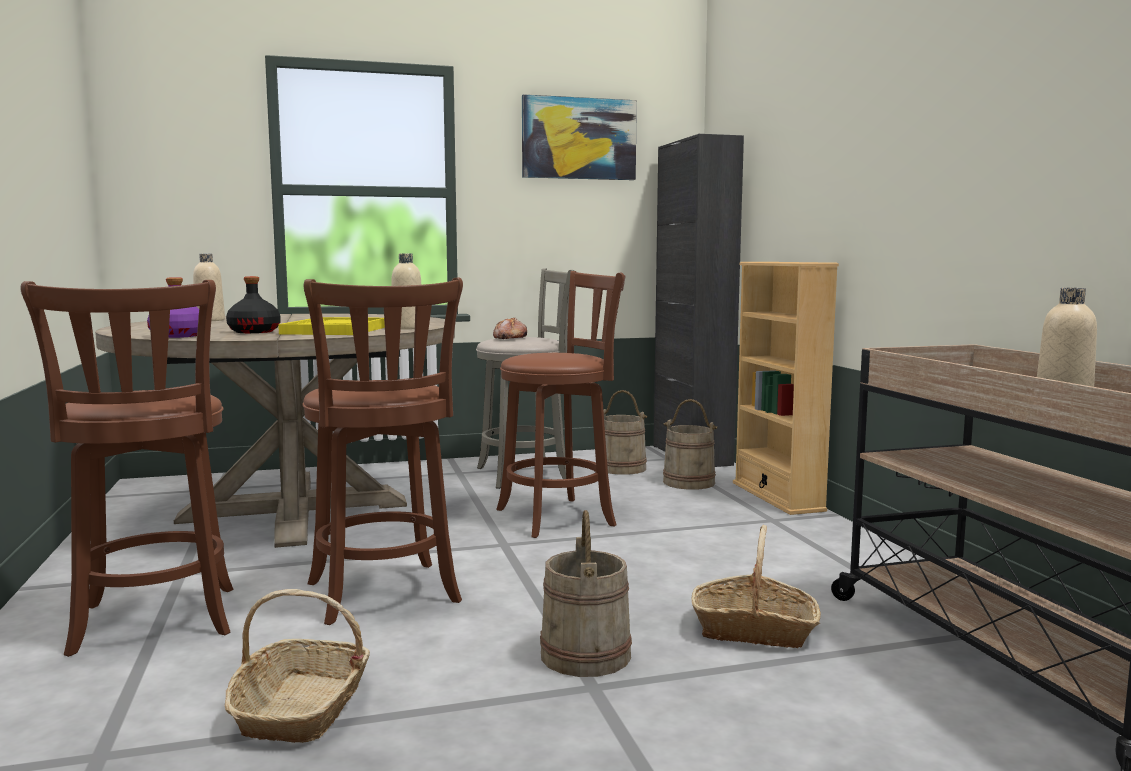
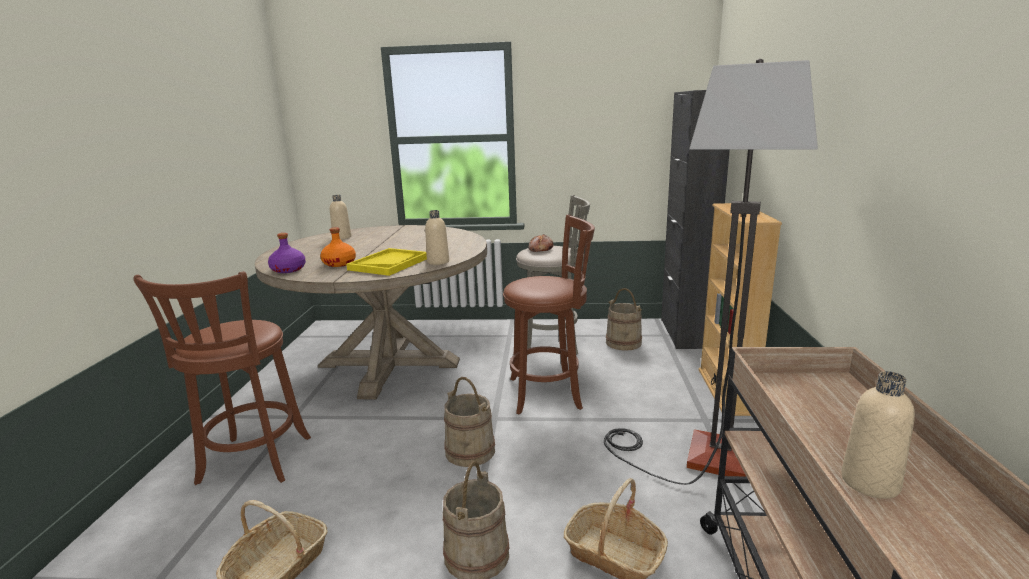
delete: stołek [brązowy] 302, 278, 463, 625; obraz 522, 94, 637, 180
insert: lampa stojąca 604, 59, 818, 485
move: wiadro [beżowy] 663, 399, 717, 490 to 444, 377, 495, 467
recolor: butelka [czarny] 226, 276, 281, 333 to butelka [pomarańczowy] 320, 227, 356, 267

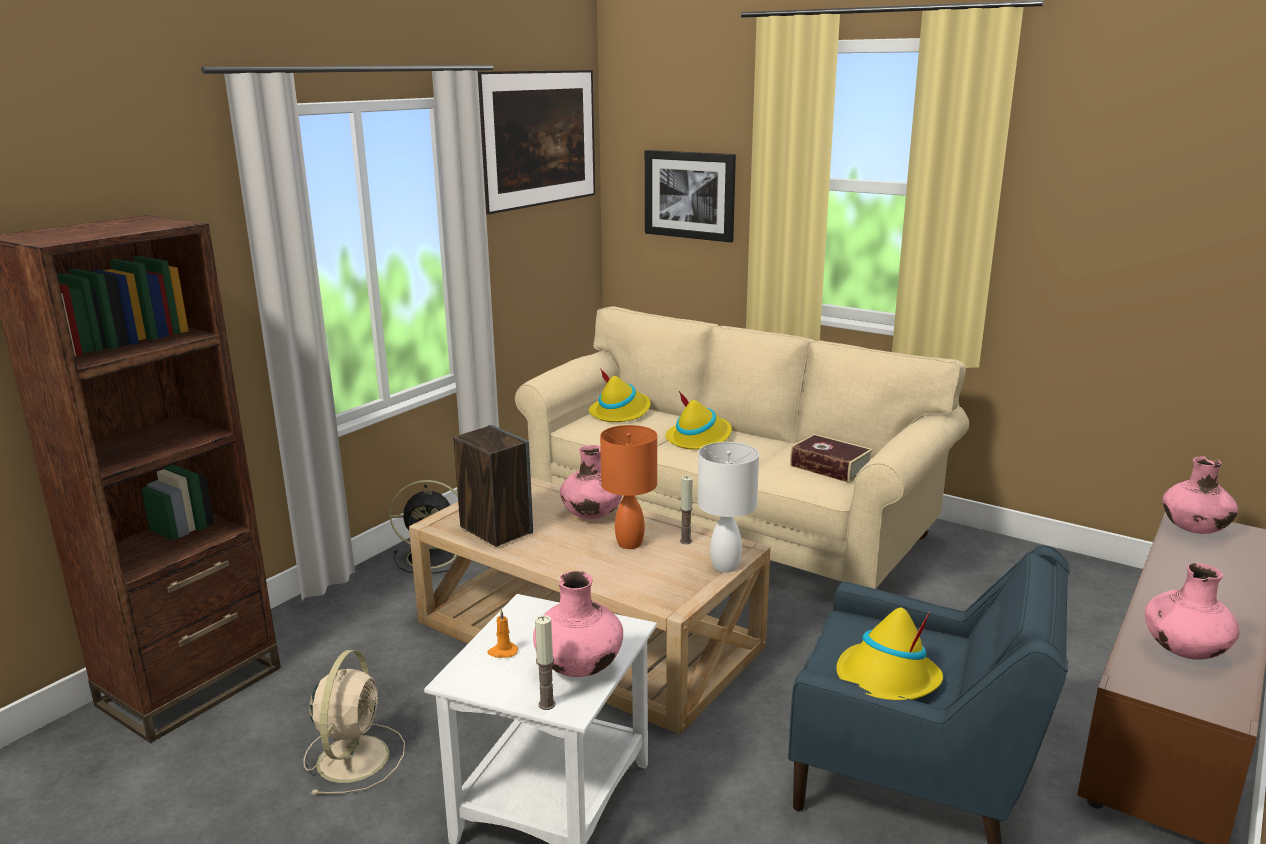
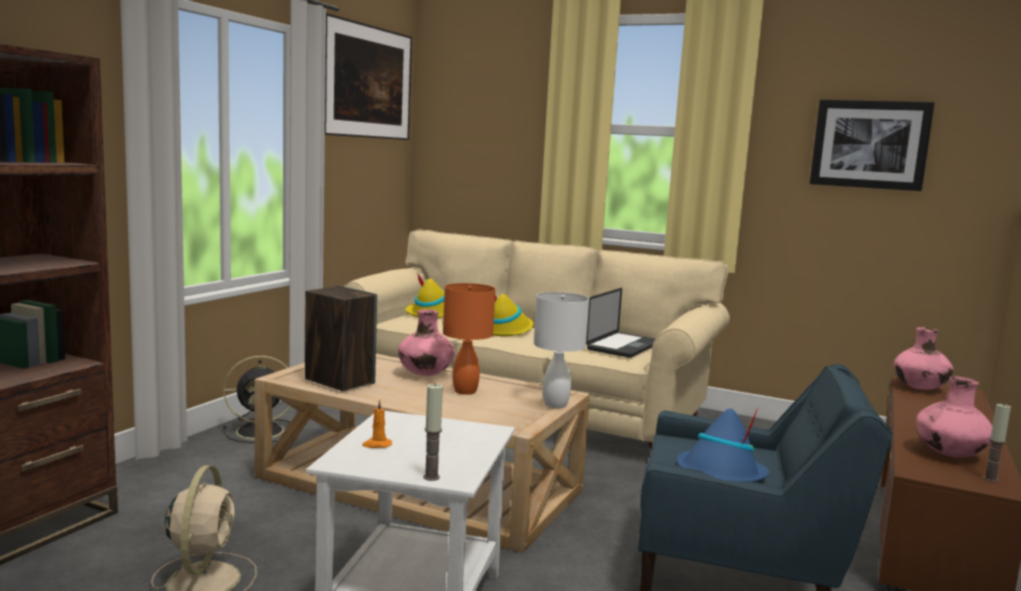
delete: wazon [różowy] 533, 571, 623, 677
move: obraz 645, 150, 736, 243 to 810, 100, 935, 191; świeca 680, 476, 693, 544 to 983, 403, 1011, 482
replace: książka 790, 434, 873, 483 to laptop 586, 288, 655, 358
recolor: kapelusz [żółty] 836, 607, 943, 700 to kapelusz [niebieski] 677, 407, 769, 482

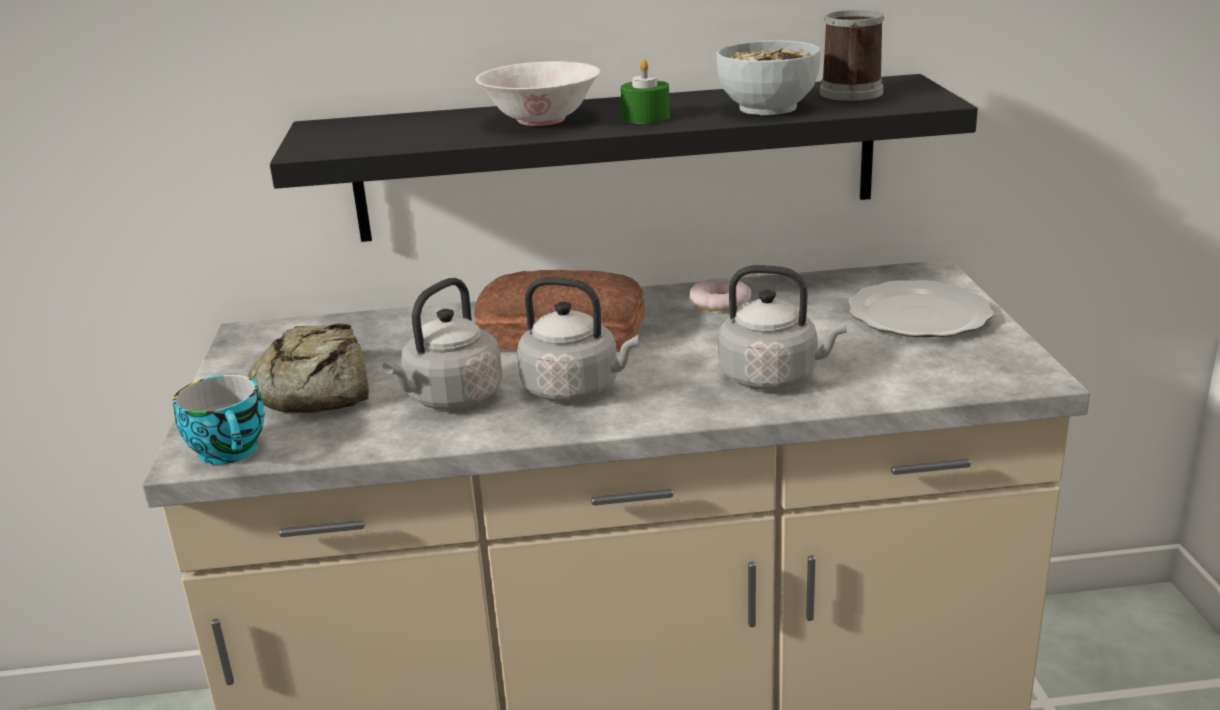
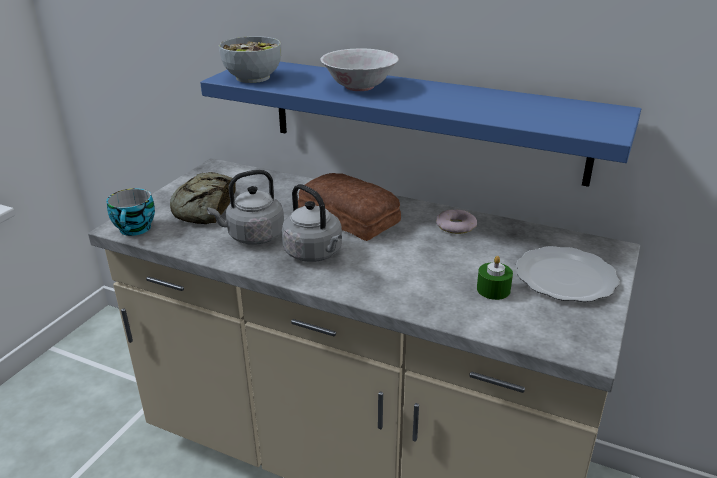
delete: czajnik [szary] 718, 265, 847, 390; kubek 820, 10, 884, 101
move: świeca [zielony] 621, 59, 670, 123 to 477, 256, 513, 300; miska 716, 40, 821, 115 to 219, 36, 281, 83
recolor: półka [czarny] 270, 74, 978, 242 to półka [niebieski] 200, 62, 641, 187

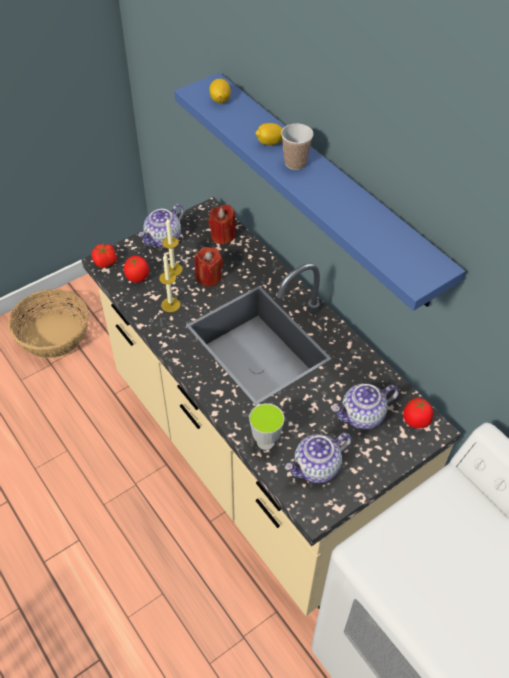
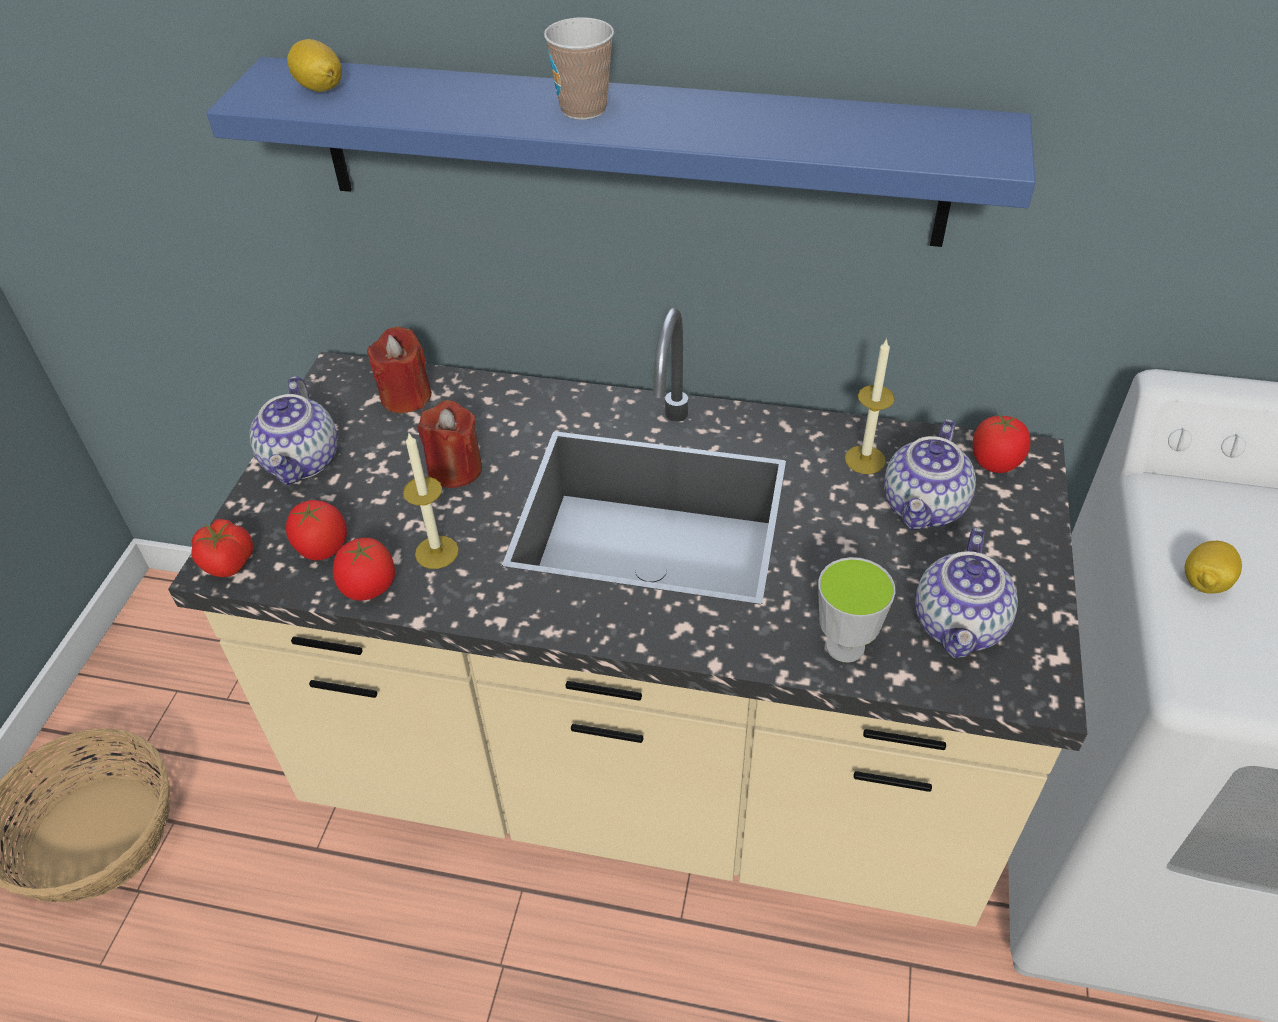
insert: pomidor 333, 538, 395, 601
move: świeca 162, 218, 183, 276 to 845, 338, 895, 474; cytryna 256, 123, 283, 145 to 1185, 541, 1242, 594

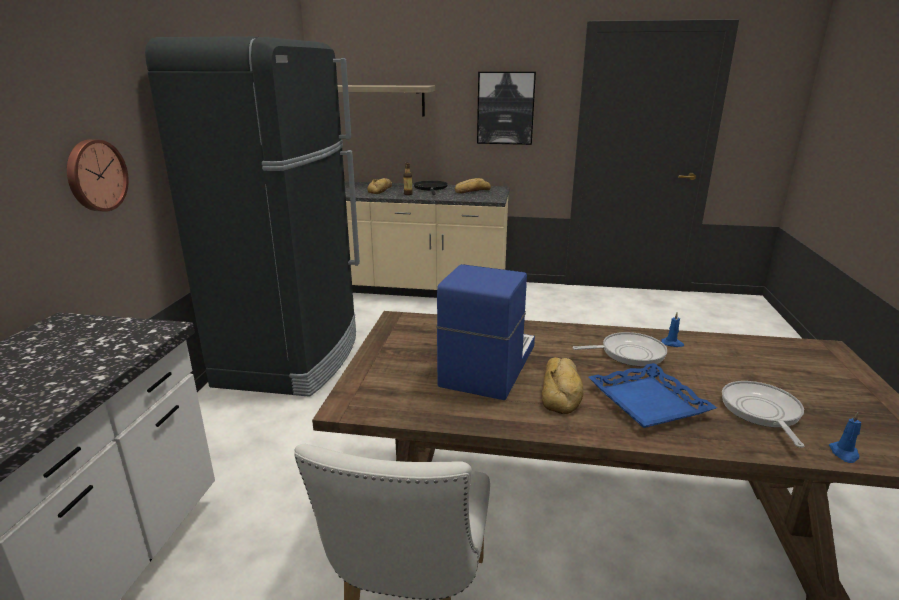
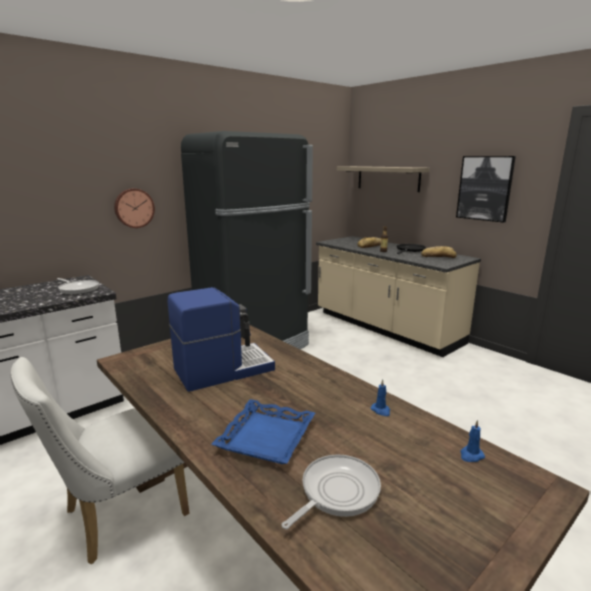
delete: chleb 542, 357, 583, 414
move: patelnia 573, 332, 667, 366 to 57, 278, 99, 295; świeca [niebieski] 829, 412, 861, 463 to 460, 420, 485, 462

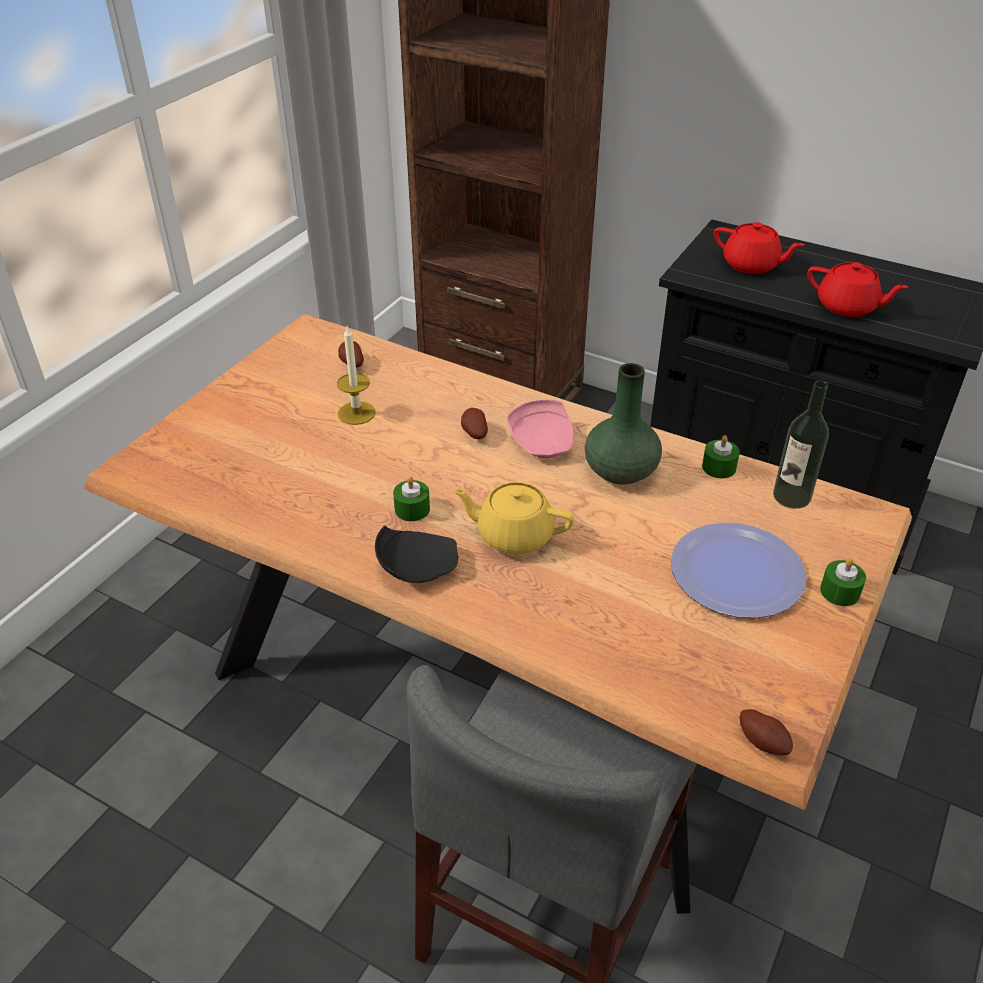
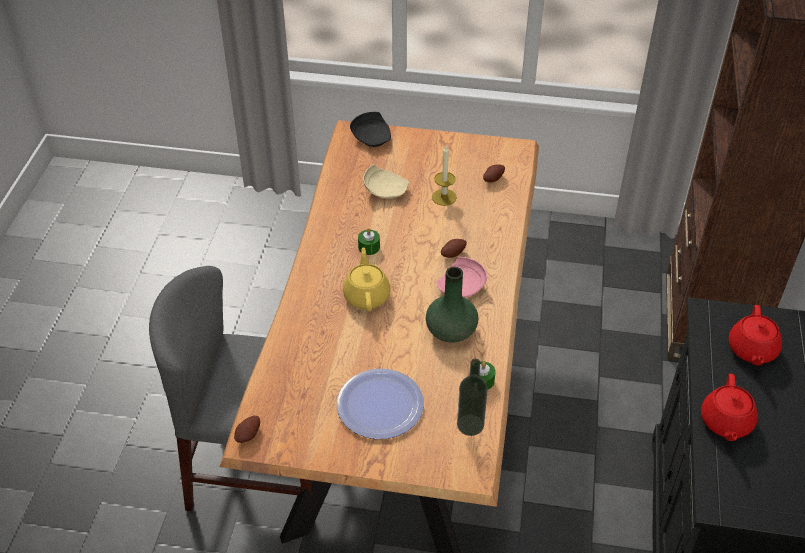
delete: świeca [zielony] 820, 558, 866, 606
insert: talerz [beżowy] 363, 164, 409, 199
move: talerz [czarny] 375, 526, 458, 583 to 350, 112, 391, 147

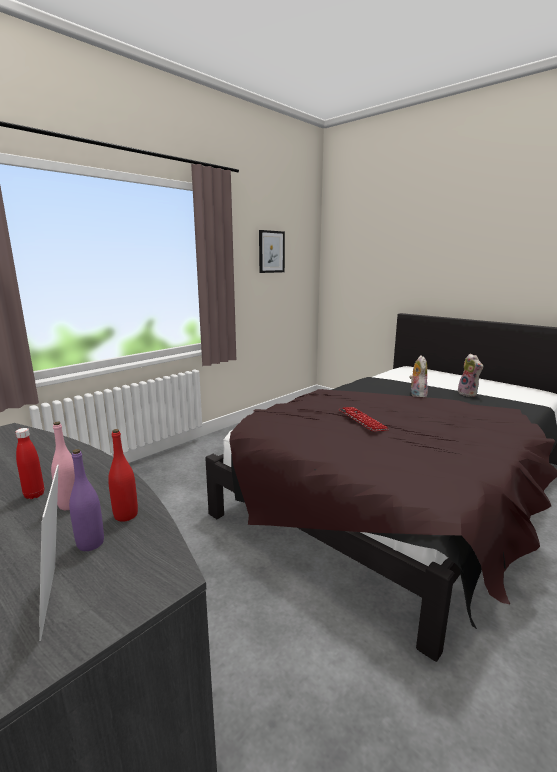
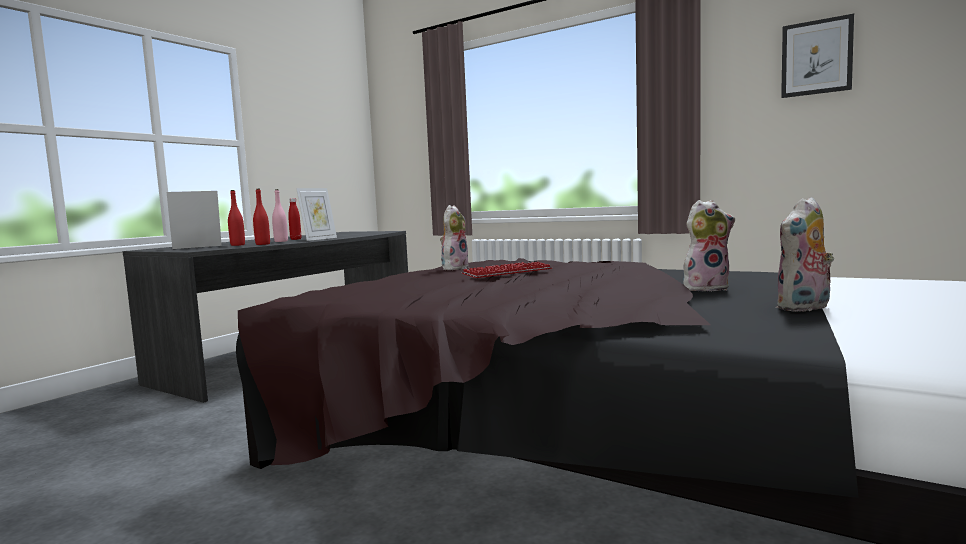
insert: ramka na zdjęcie 296, 188, 337, 241; pluszak 440, 205, 470, 270
recolor: butelka [fioletowy] 69, 449, 104, 551 to butelka [czerwony] 228, 190, 245, 246

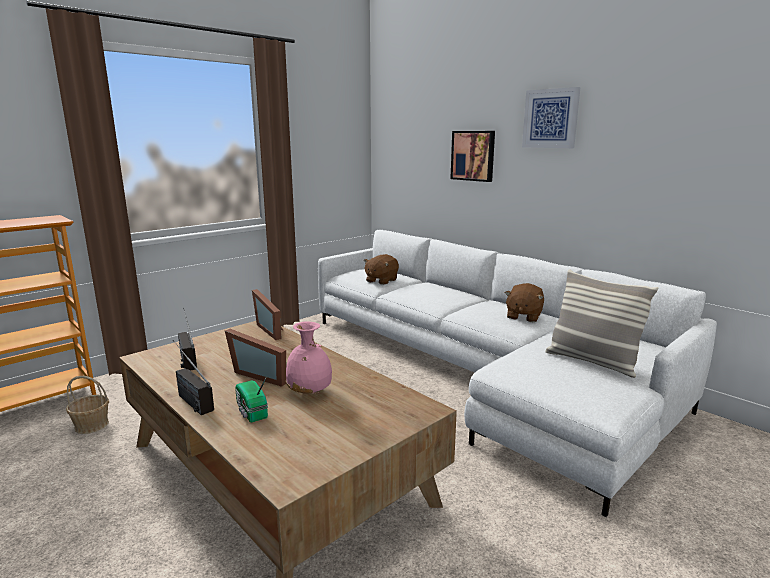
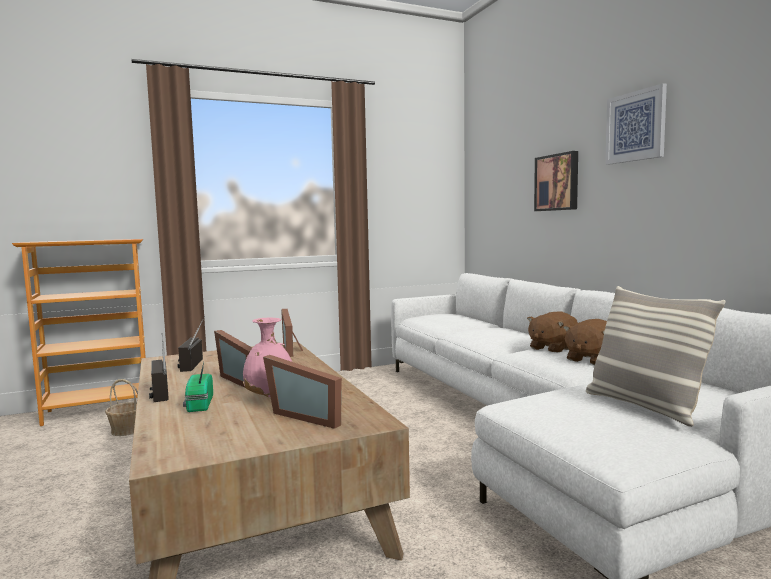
insert: ramka na zdjęcie 263, 355, 342, 429
move: pluszak [brązowy] 364, 254, 399, 285 to 527, 311, 578, 352

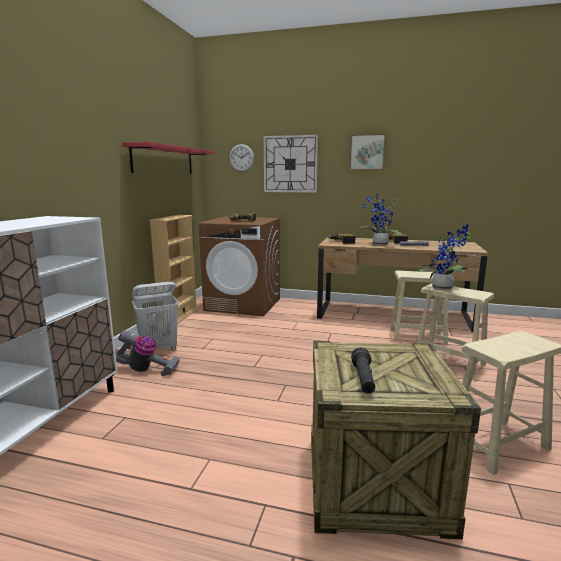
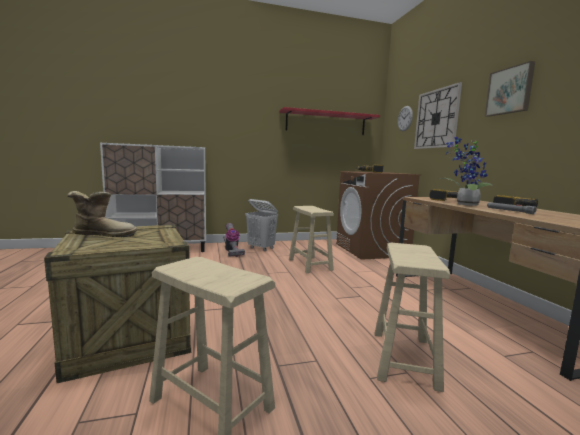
delete: regał [beżowy] 149, 215, 198, 326; roślina doniczkowa 418, 225, 471, 291
move: stołek [beżowy] 390, 271, 448, 344 to 289, 206, 334, 273
replace: latarka [czarny] 351, 348, 375, 394 to but z cholewką 67, 191, 137, 237

